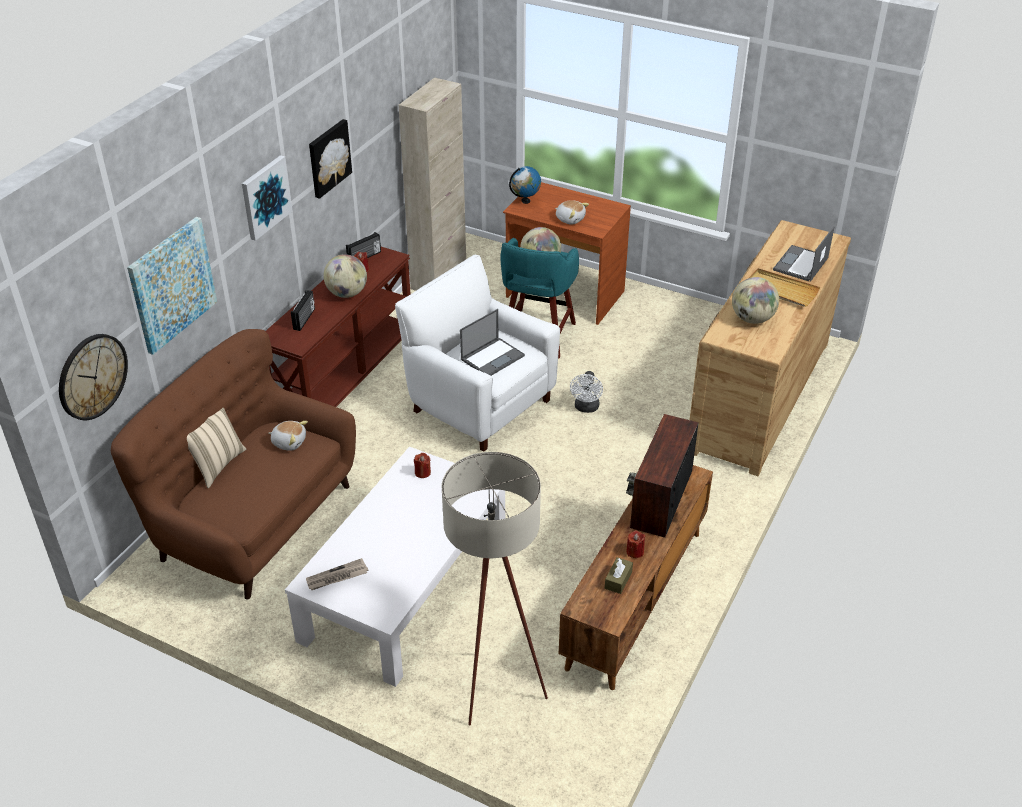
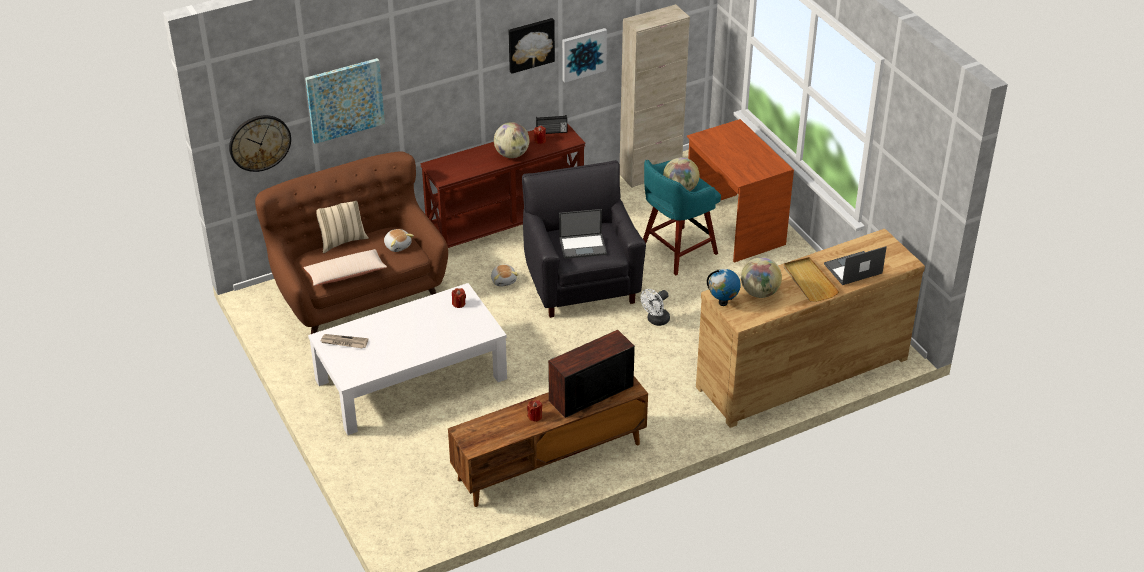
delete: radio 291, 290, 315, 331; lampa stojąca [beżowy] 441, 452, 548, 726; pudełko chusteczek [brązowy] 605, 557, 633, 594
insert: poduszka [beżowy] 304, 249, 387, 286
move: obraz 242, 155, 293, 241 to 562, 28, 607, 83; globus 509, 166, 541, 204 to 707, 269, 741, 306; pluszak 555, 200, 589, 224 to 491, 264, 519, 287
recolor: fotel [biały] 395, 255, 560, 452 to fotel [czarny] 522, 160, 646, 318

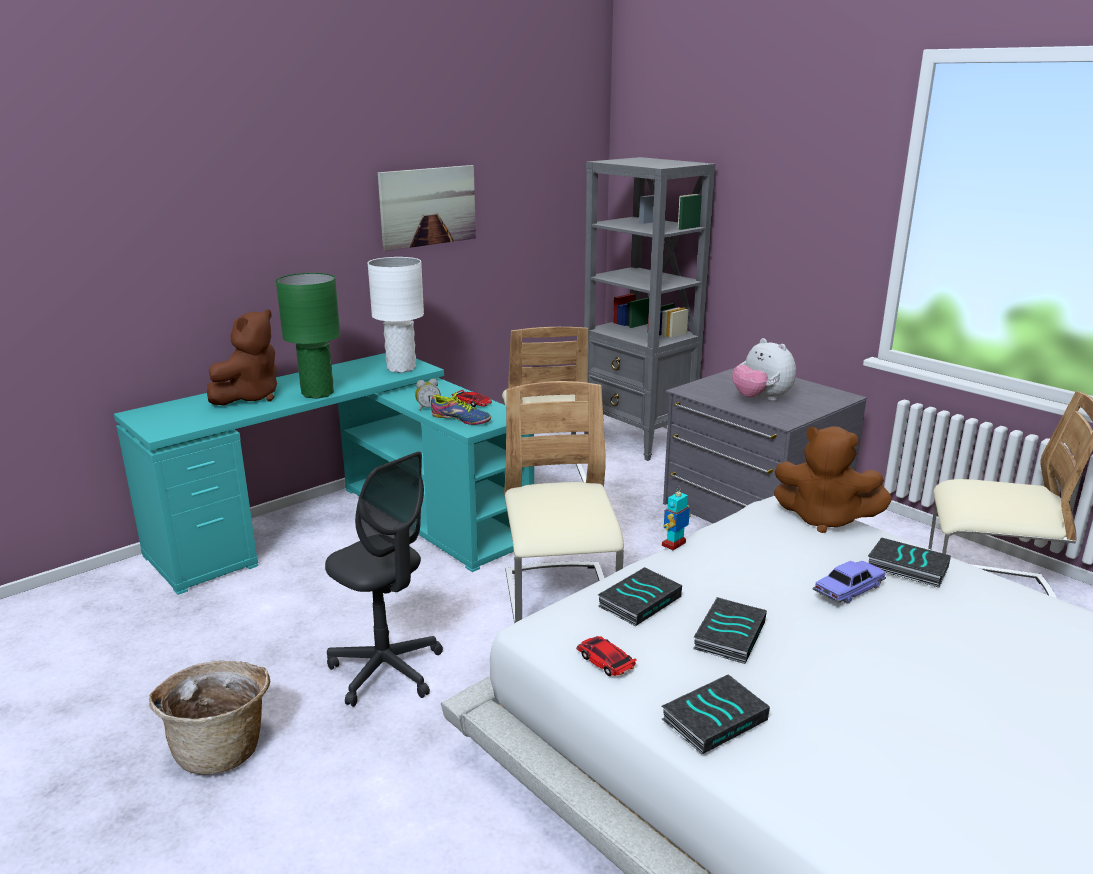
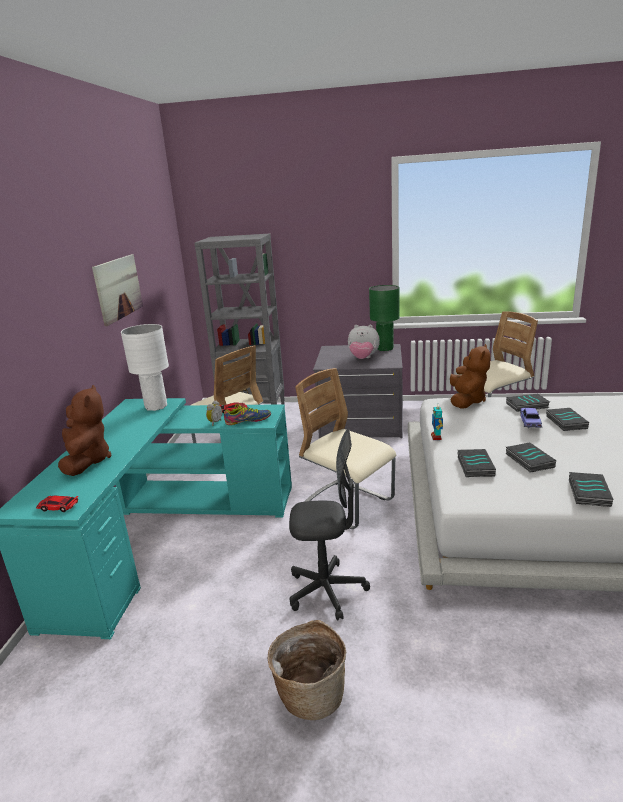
insert: książka 546, 408, 589, 431
move: lampa stołowa [zielony] 276, 273, 340, 399 to 369, 285, 400, 351; samochodzik 576, 636, 637, 676 to 36, 496, 78, 512
rotate: pluszak [brązowy] 774, 427, 892, 533 = 450, 344, 491, 409 60 degrees counterclockwise

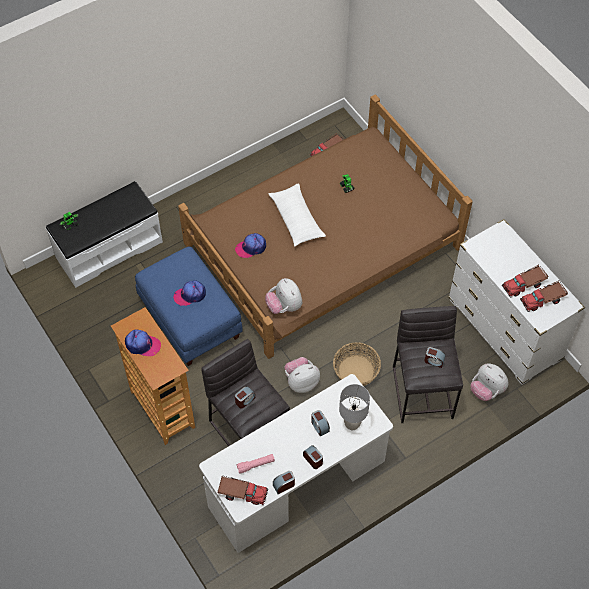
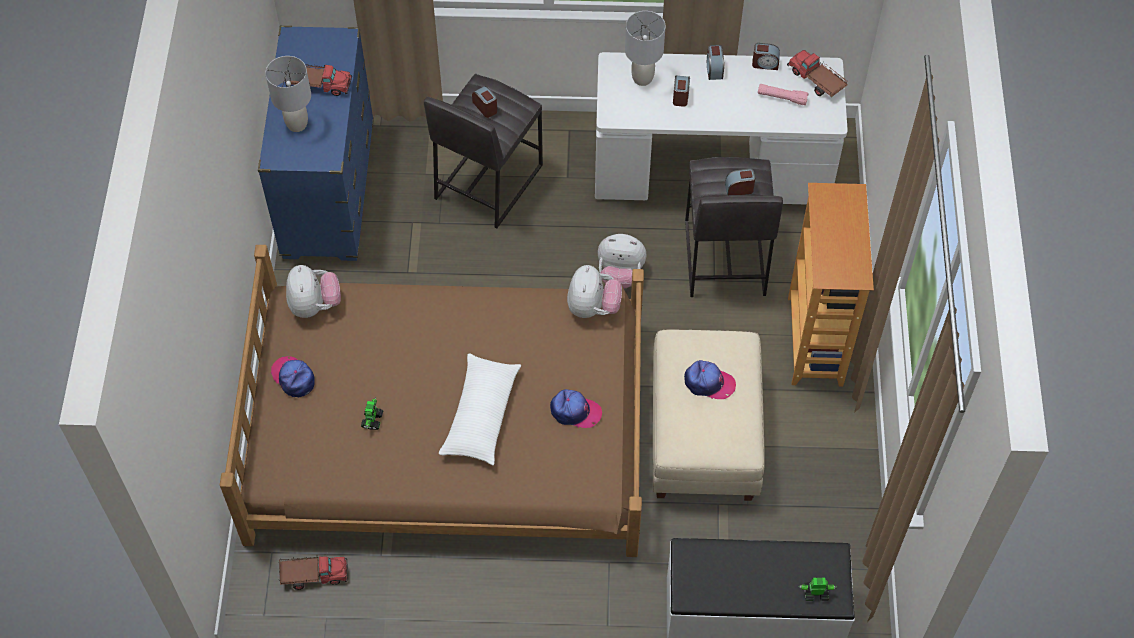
delete: koszyk 333, 343, 381, 386; ciężarówka zabawkowa 520, 281, 568, 312
insert: lampa stołowa [szary] 265, 56, 311, 132
move: czapka z daszkiem 125, 329, 161, 356 to 271, 356, 315, 397; pluszak 471, 364, 508, 401 to 286, 265, 341, 318
recolor: pufa [niebieski] 135, 246, 243, 366 to pufa [beżowy] 653, 330, 765, 501; komoda [biały] 449, 219, 585, 385 to komoda [niebieski] 258, 26, 374, 261

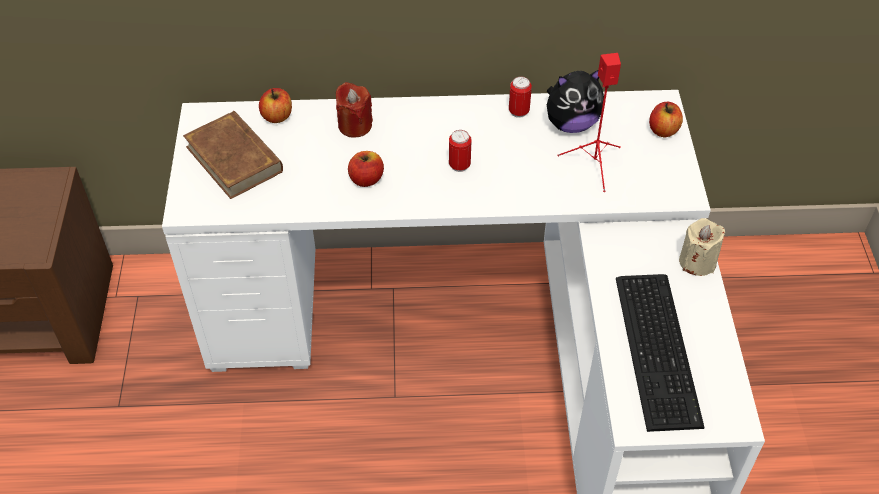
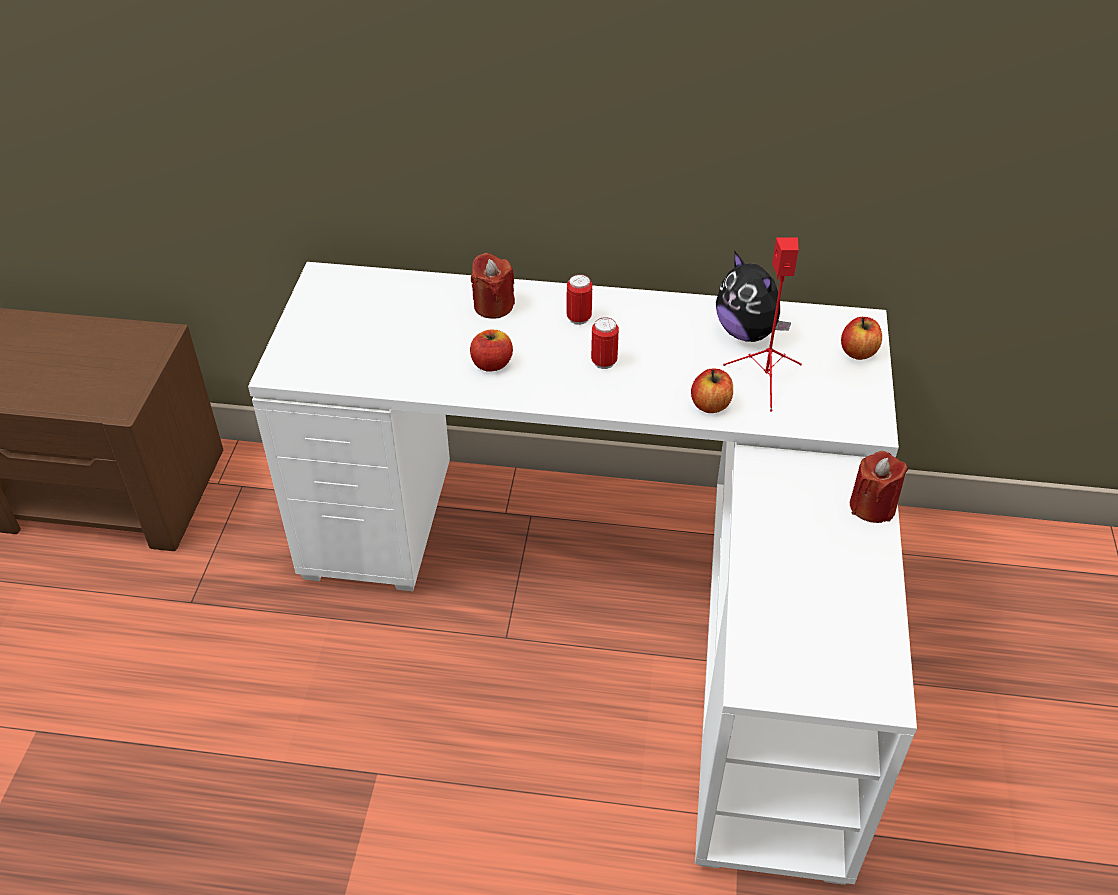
delete: książka [brązowy] 183, 111, 283, 199; klawiatura 616, 274, 705, 432
move: jabłko 259, 88, 292, 123 to 691, 368, 733, 413; puszka 509, 76, 532, 118 to 567, 274, 592, 325
recolor: świeca [beżowy] 679, 218, 725, 276 to świeca [czerwony] 850, 451, 908, 523
rotate: pluszak 547, 70, 604, 133 = 716, 252, 791, 342 60 degrees clockwise

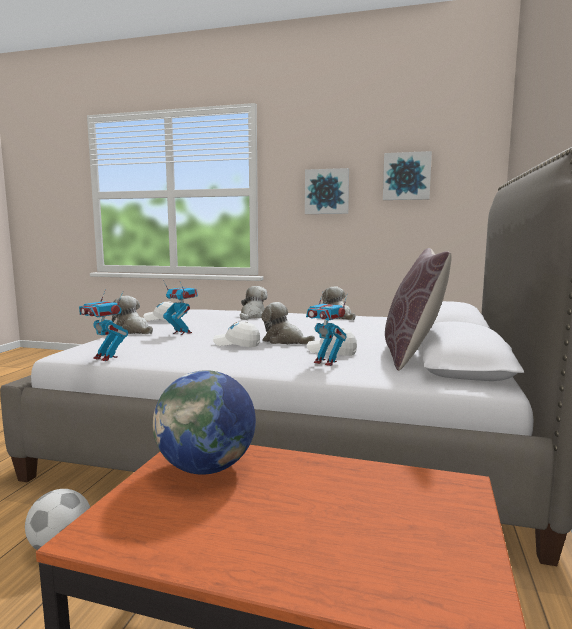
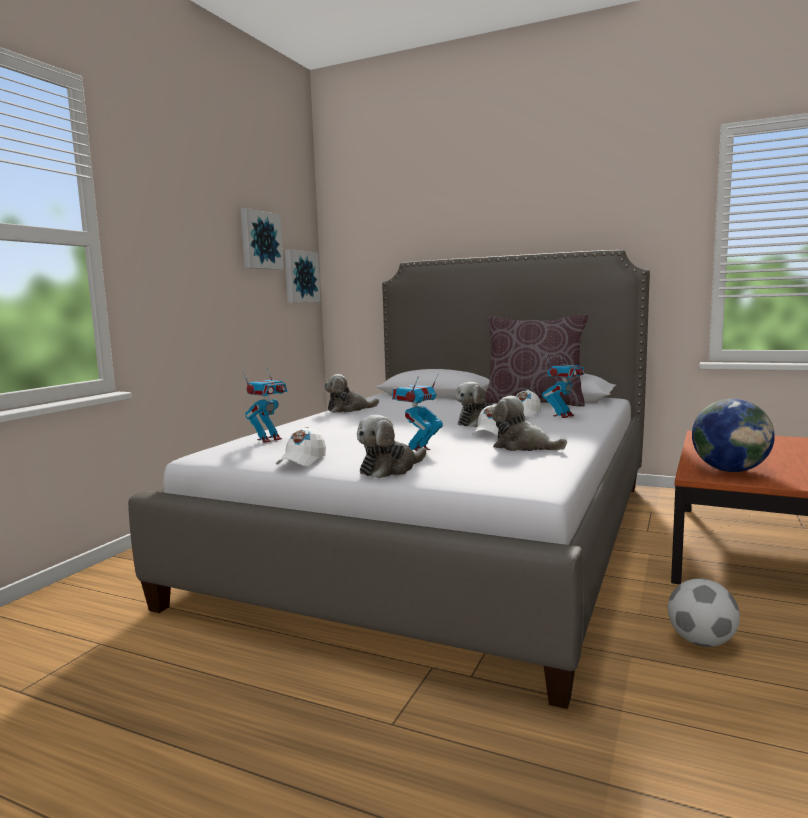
move: robot zabawkowy 79, 289, 128, 361 to 243, 368, 287, 443; pluszak 240, 286, 268, 320 to 492, 396, 567, 451; obraz 305, 168, 349, 214 to 285, 249, 321, 303

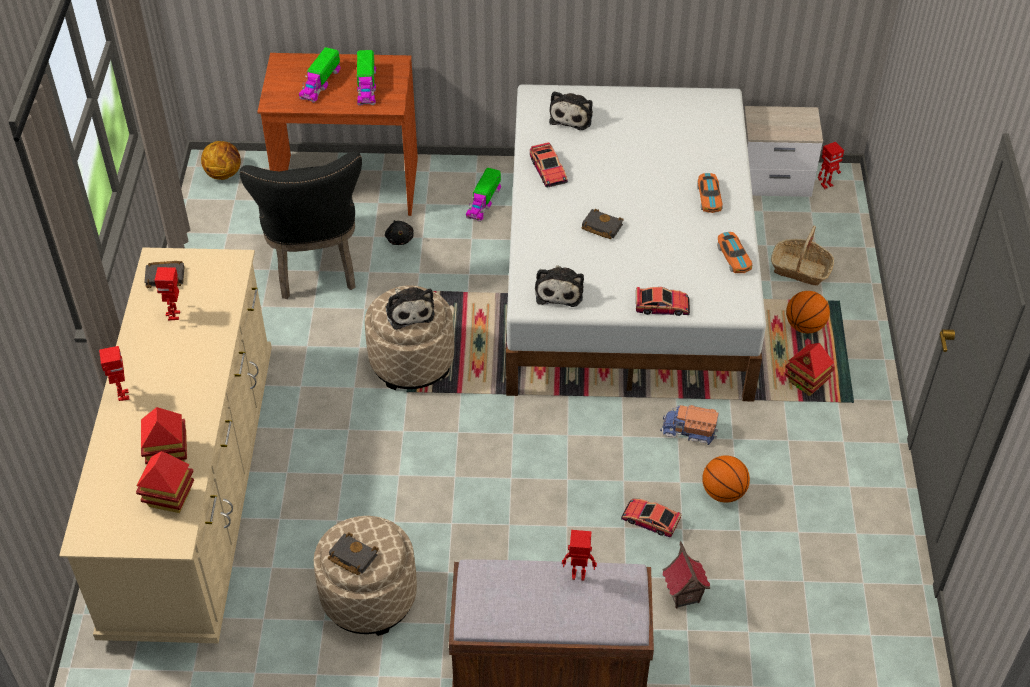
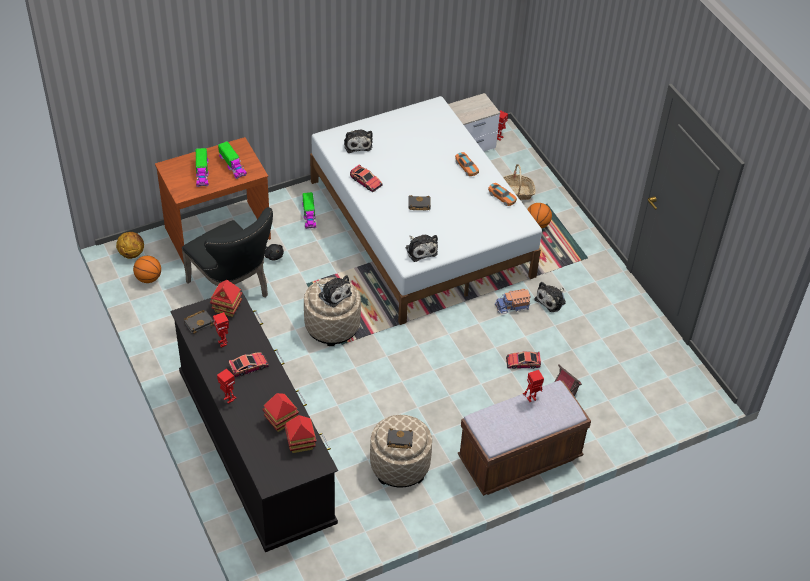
insert: pluszak 535, 282, 566, 312
move: samochodzik 636, 287, 690, 316 to 228, 353, 269, 377; piłka do koszykówki 702, 455, 750, 503 to 133, 256, 161, 283; domek 785, 343, 835, 396 to 210, 280, 242, 317
recolor: komoda [beżowy] 59, 247, 272, 643 to komoda [czarny] 171, 288, 338, 552

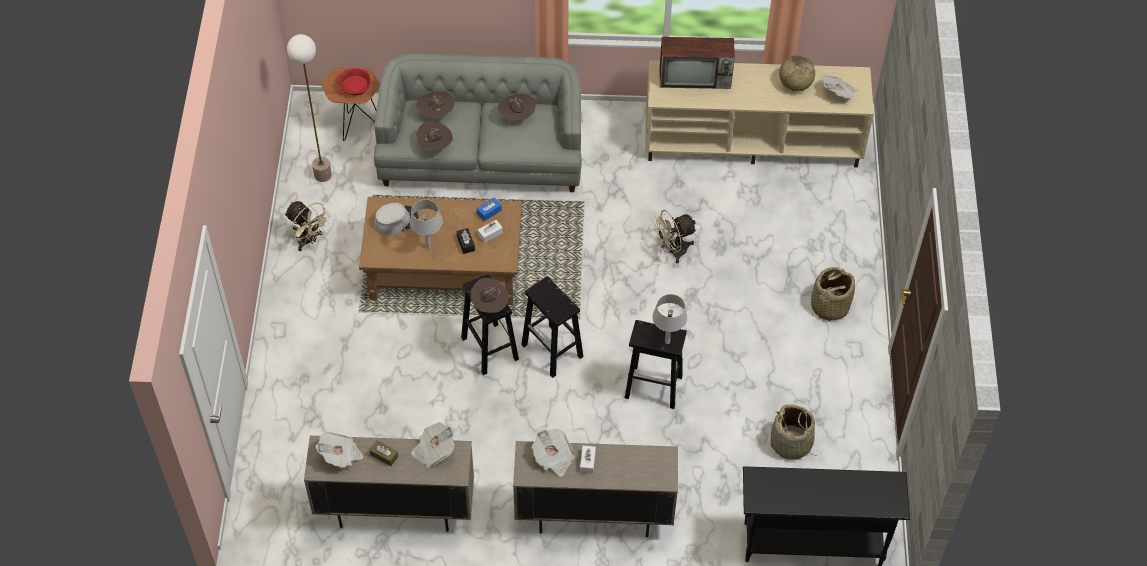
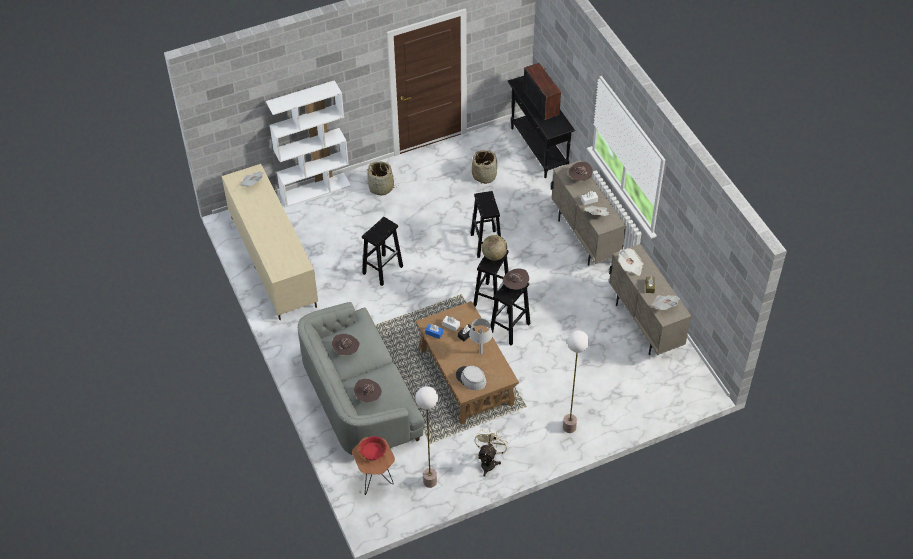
delete: lampa stołowa [szary] 652, 294, 687, 344
insert: regał [biały] 266, 80, 351, 207; lampa stojąca 563, 330, 589, 433
move: kapelusz [brązowy] 417, 121, 453, 151 to 568, 162, 593, 181; telewizor 660, 37, 735, 89 to 523, 63, 561, 120; globus 779, 55, 815, 91 to 482, 235, 507, 261
replace: wentylator [beżowy] 652, 210, 697, 263 to stołek [czarny] 362, 217, 403, 286

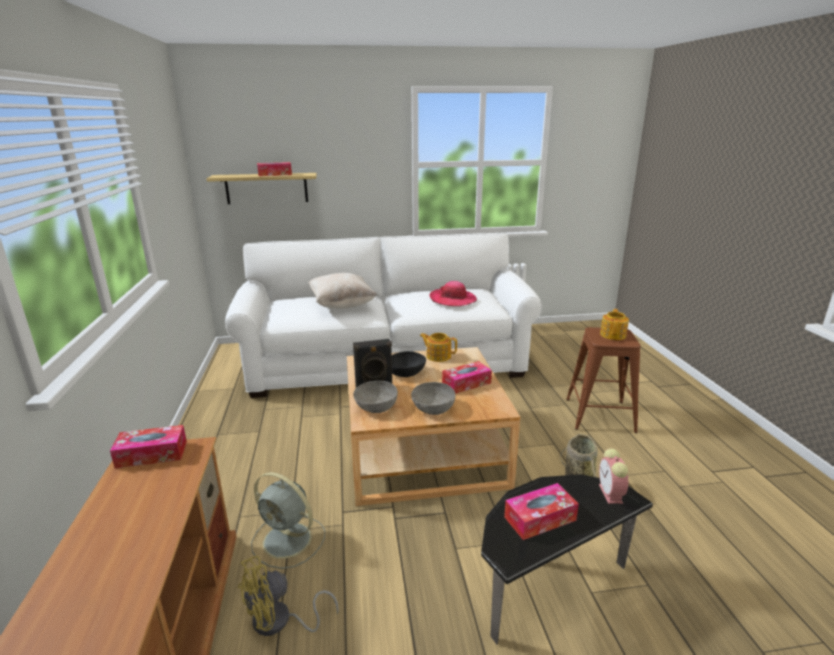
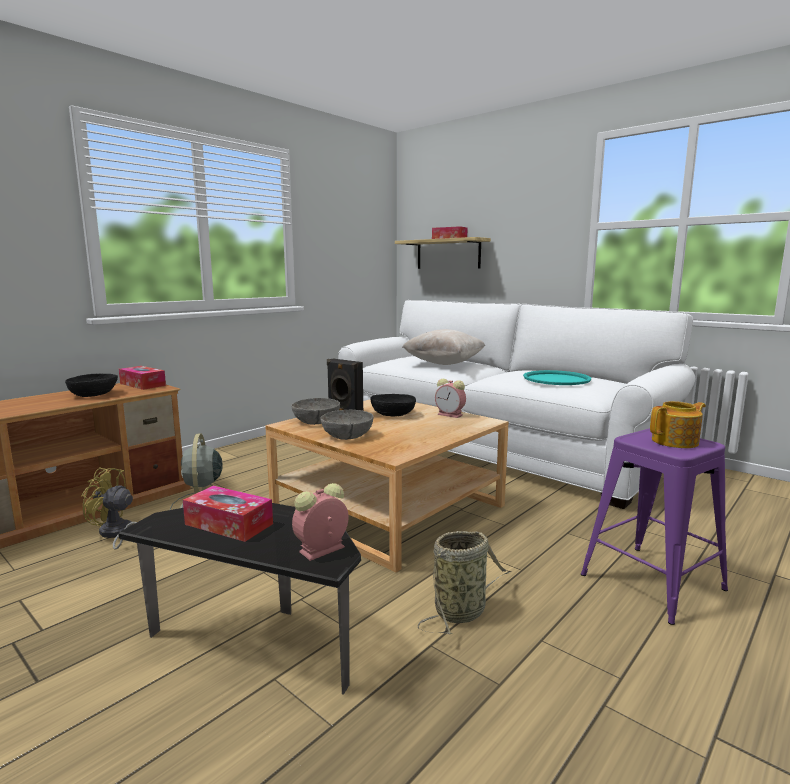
delete: pudełko chusteczek 442, 361, 492, 394
insert: miska [czarny] 65, 374, 118, 397
replace: imbryk 420, 333, 457, 362 to budzik 435, 379, 466, 418; kapelusz 429, 281, 477, 306 to taca [turkusowy] 523, 370, 591, 385
recolor: stołek [brązowy] 566, 327, 641, 433 to stołek [fioletowy] 581, 428, 728, 625

